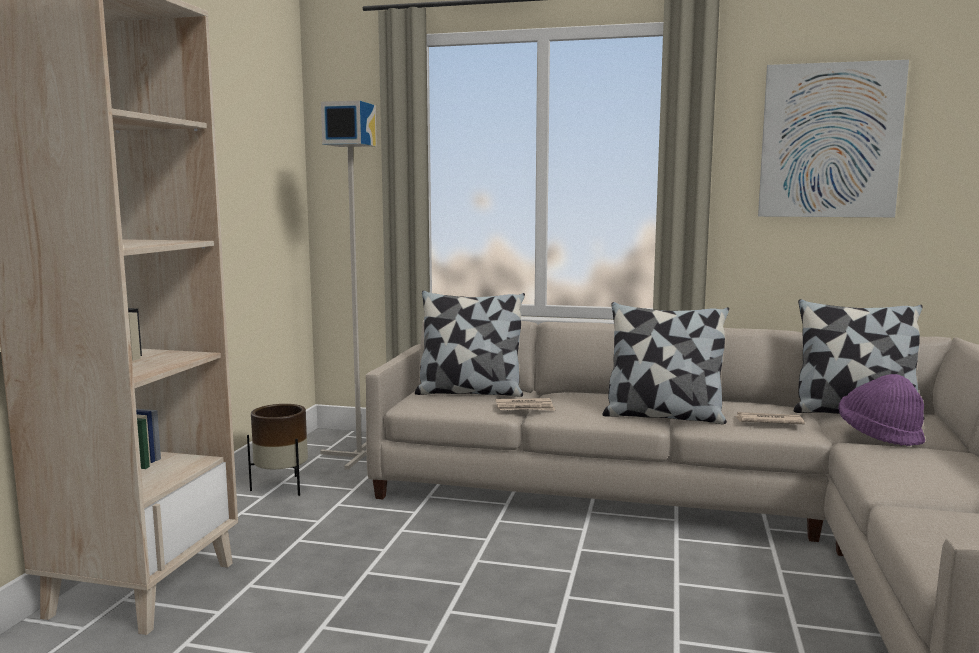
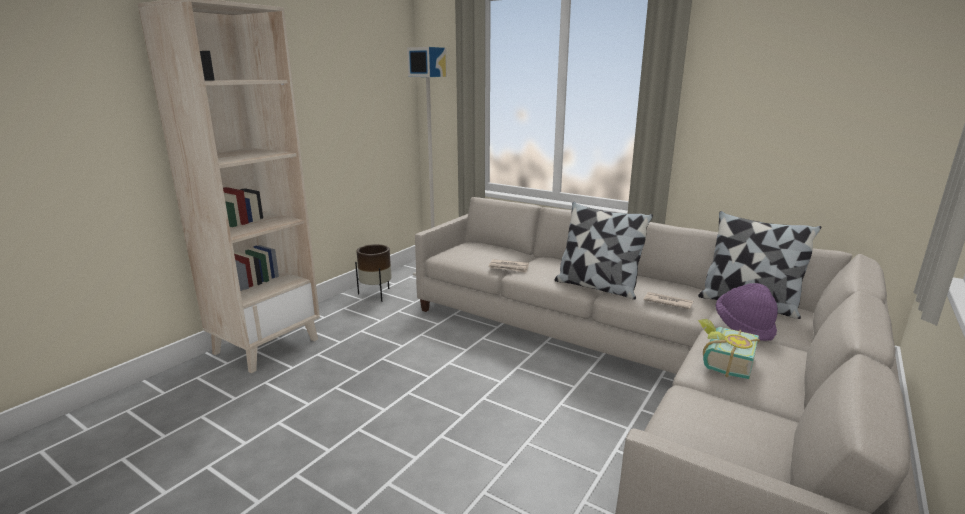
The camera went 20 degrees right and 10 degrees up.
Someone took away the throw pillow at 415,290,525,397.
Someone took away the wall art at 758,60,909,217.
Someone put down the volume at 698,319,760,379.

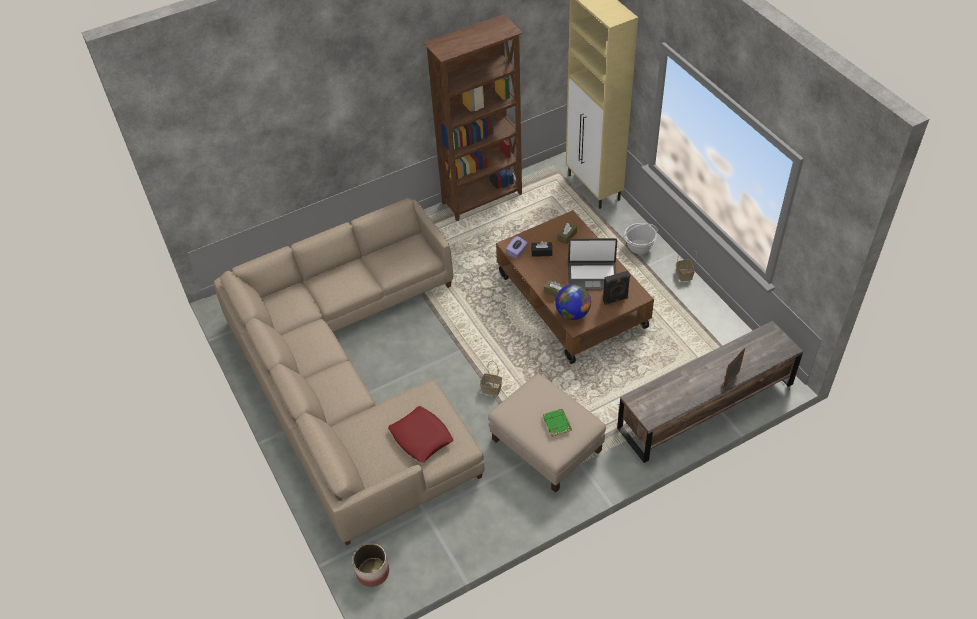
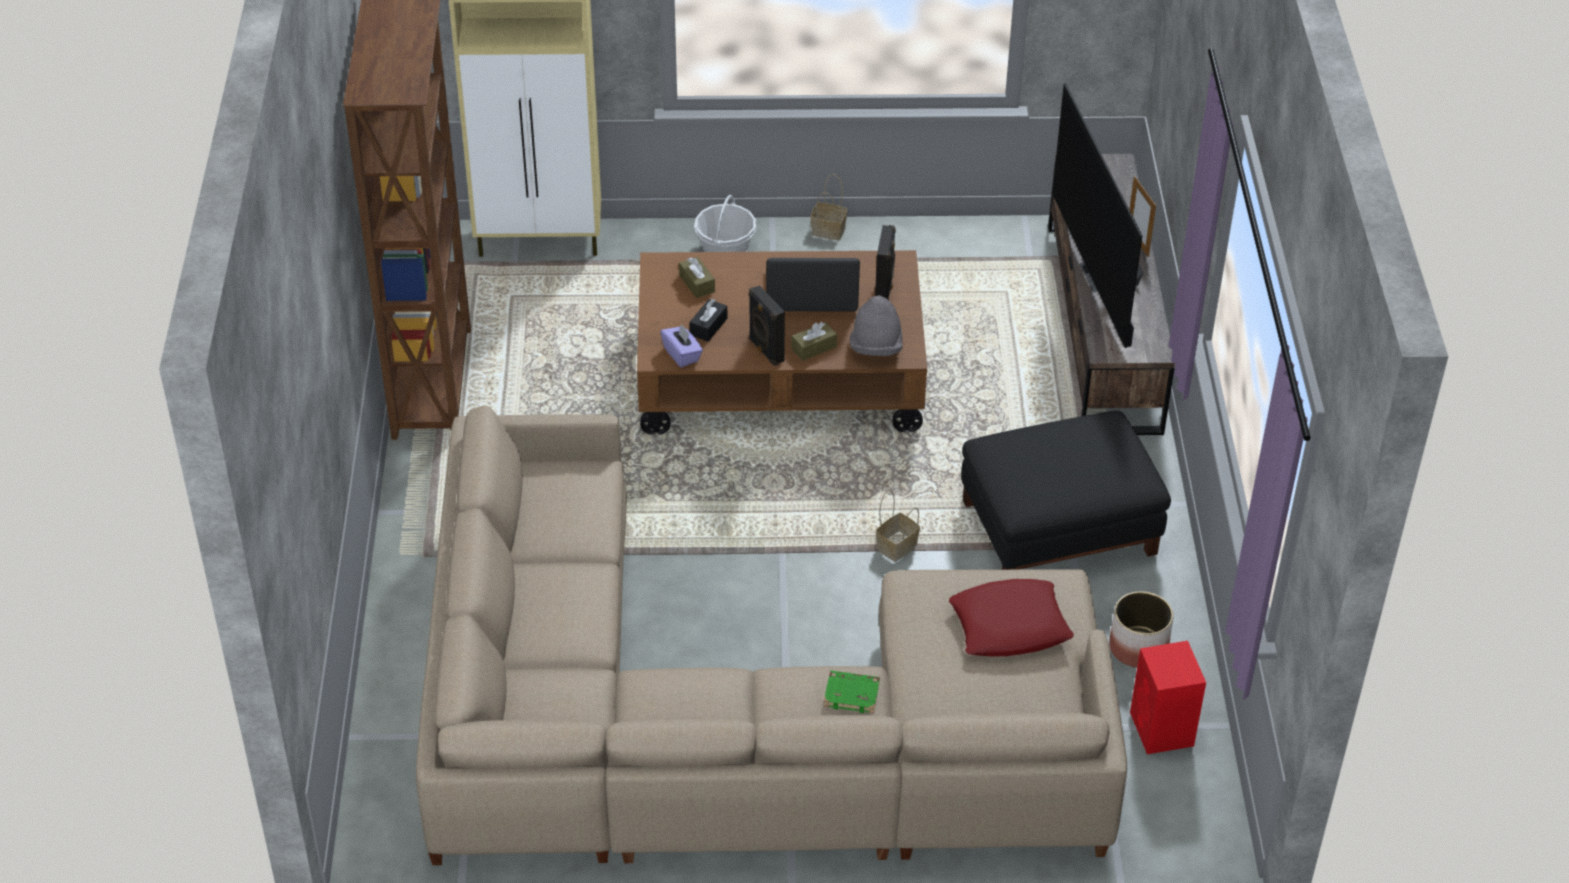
The camera went 65 degrees left and 5 degrees down.
Someone put down the blackish speaker at 749,285,785,366.
Someone put down the television at 1052,83,1143,348.
Someone put down the reddish speaker at 1130,641,1206,754.
Someone carried the plant pot from 353,543,389,587 to 1109,591,1174,668.
Someone carried the green-coloured volume from 543,409,572,437 to 824,671,880,713.
Someone swapped the desk globe at 555,284,591,320 for the greyish hat at 850,295,903,356.
Someone repainted the beige ottoman at 488,374,606,493, which became the blackish ottoman at 961,411,1171,570.
Someone rotated the portable computer at 568,238,617,290 by 120 degrees counterclockwise.

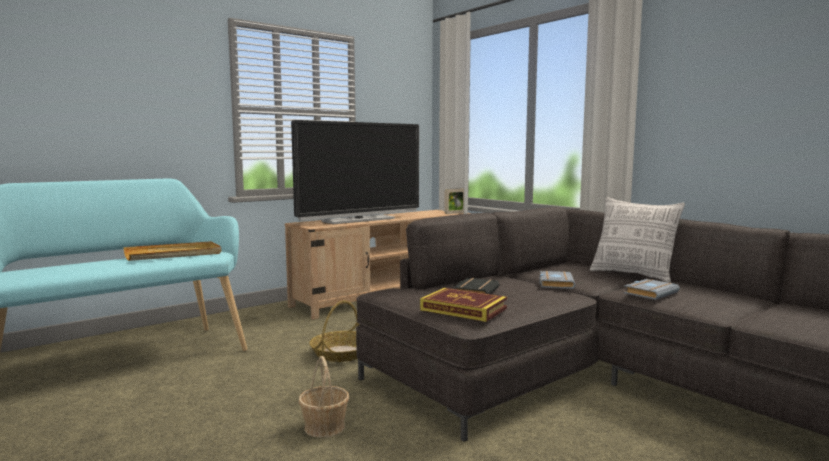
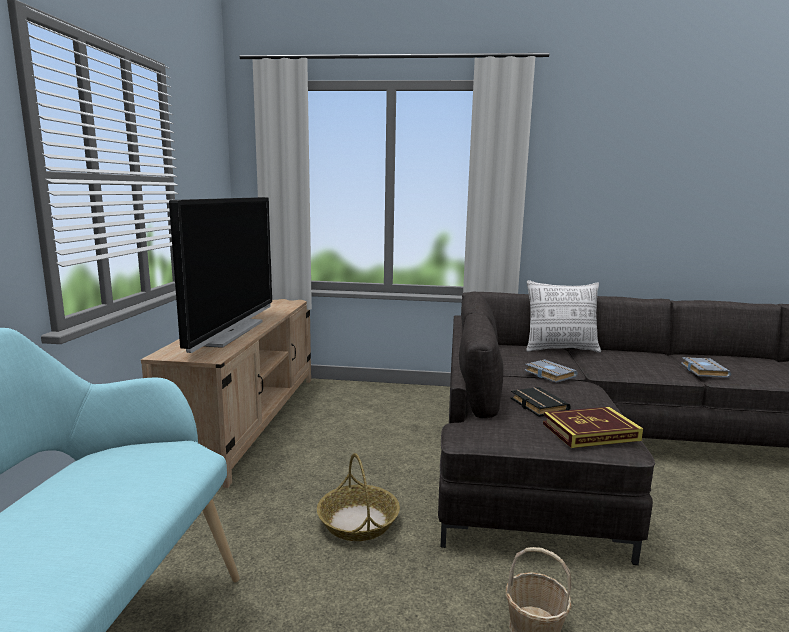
The camera went 45 degrees left and 5 degrees up.
Someone took away the beige serving tray at 123,241,221,261.
Someone took away the photo frame at 444,188,464,214.
Someone carried the greyish volume from 624,279,680,300 to 681,357,731,378.

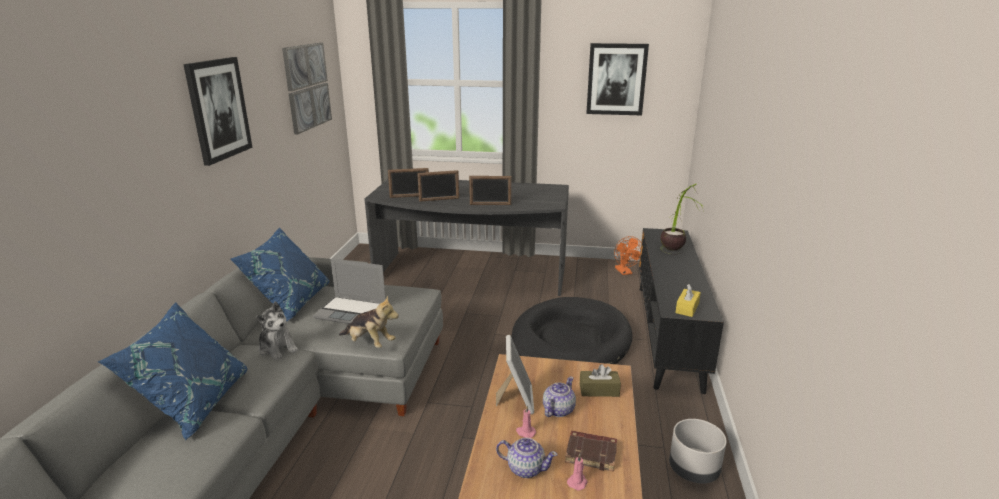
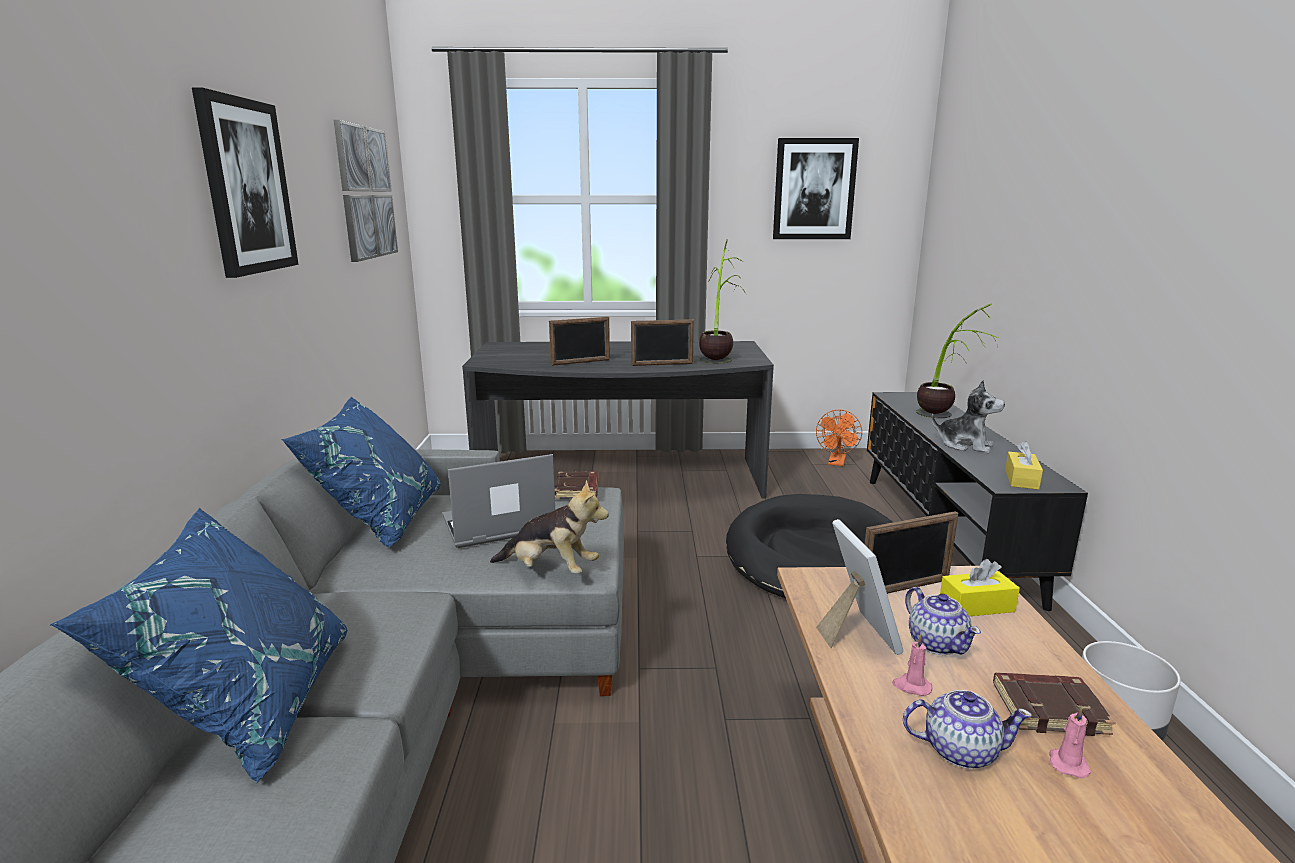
The camera went 10 degrees left and 5 degrees down.
Someone put down the brown volume at 554,471,599,499.
Someone put down the plant in a pot at 699,239,747,363.
Someone carried the plush toy from 256,301,298,360 to 931,380,1005,453.
Someone carried the photo frame from 388,168,429,198 to 865,511,958,594.
Someone repainted the brown tissue box at 580,364,621,397, which became the yellow-coloured tissue box at 940,559,1020,616.
Someone rotated the portable computer at 313,259,386,324 by 150 degrees clockwise.
Someone rotated the tea pot at 543,377,576,417 by 135 degrees clockwise.
Someone rotated the orange-coloured electric fan at 614,236,641,275 by 45 degrees clockwise.

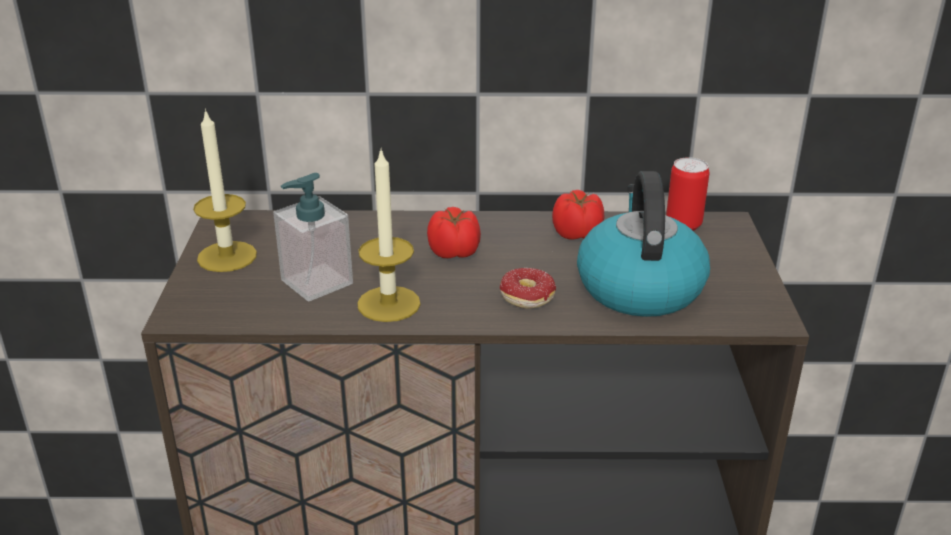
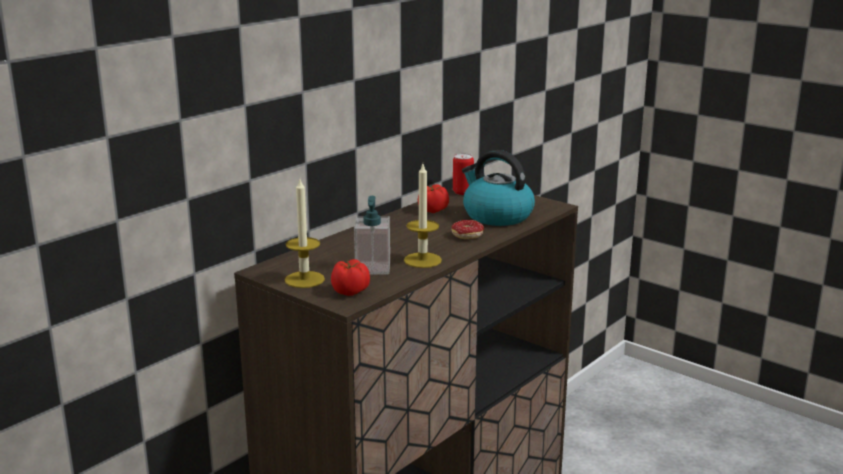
The camera went 50 degrees left and 10 degrees down.
Someone carried the fresh tomato from 427,207,481,258 to 331,259,370,296.

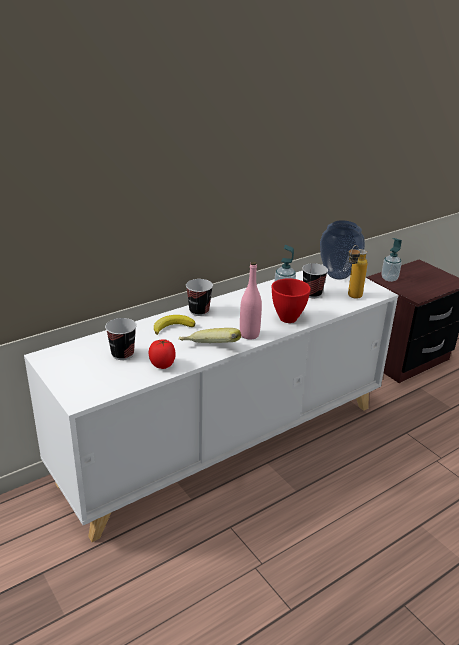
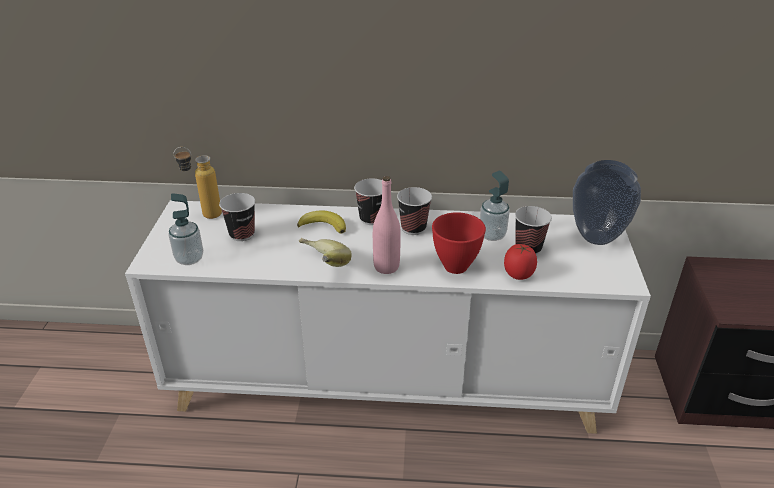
The camera went 40 degrees right and 5 degrees up.
Someone put down the drinking cup at 397,187,432,235.
Someone carried the fresh tomato from 149,339,176,369 to 504,244,537,280.
Someone carried the beverage bottle from 348,245,368,299 to 174,147,222,219.
Someone carried the soap dispenser from 381,238,402,282 to 168,193,203,265.

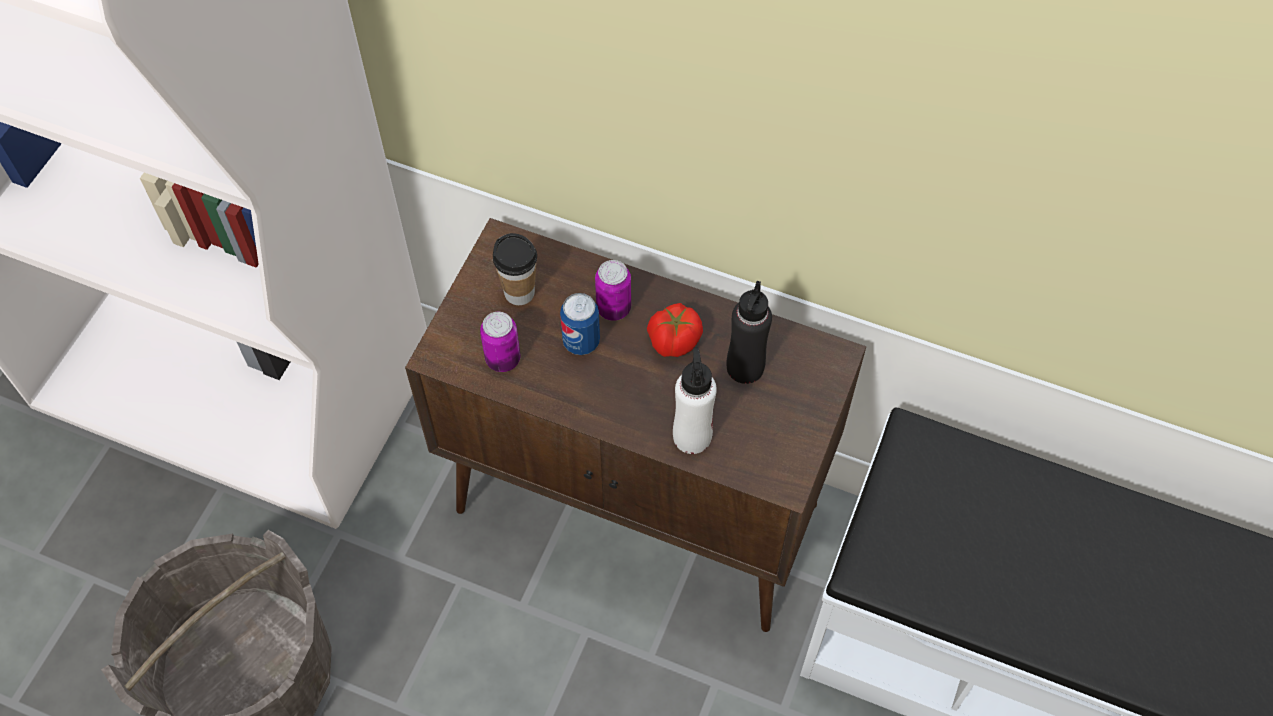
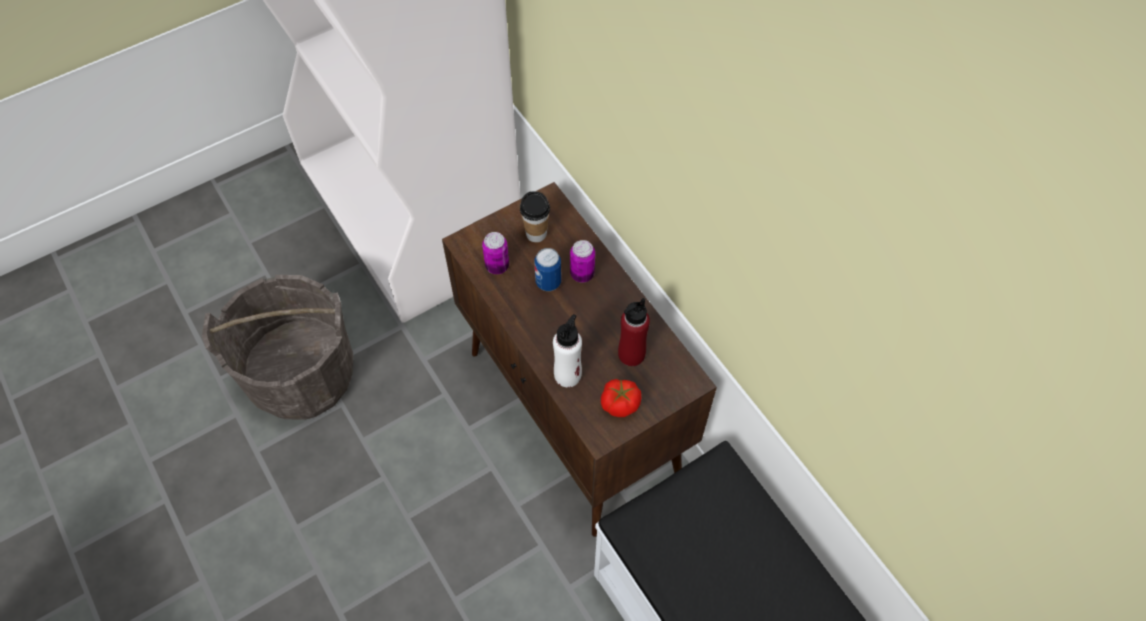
The camera went 35 degrees right and 0 degrees up.
Someone carried the fresh tomato from 647,303,703,357 to 601,379,641,417.
Someone repainted the blackish beverage bottle at 727,281,772,384, which became the reddish beverage bottle at 618,298,650,366.

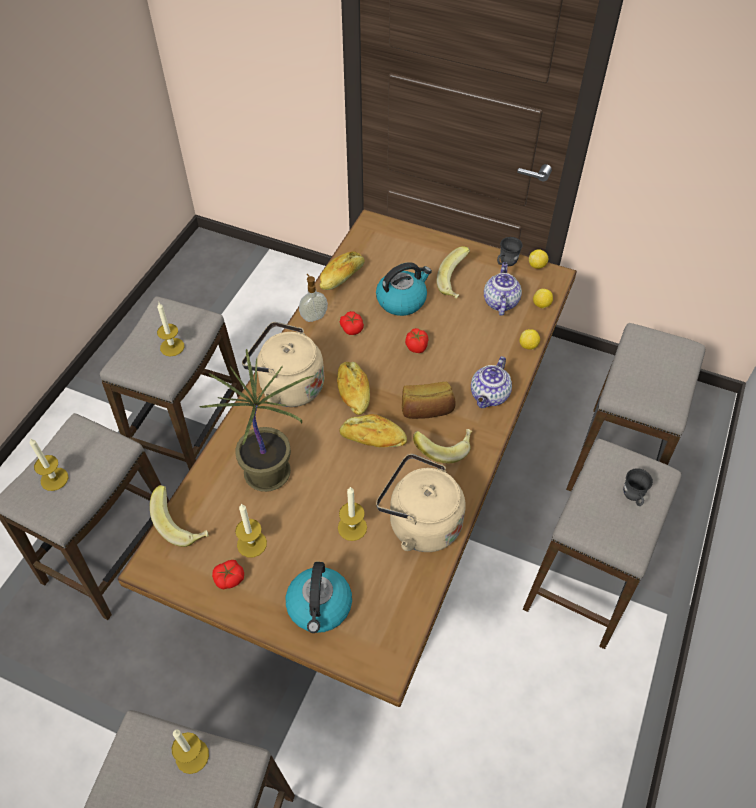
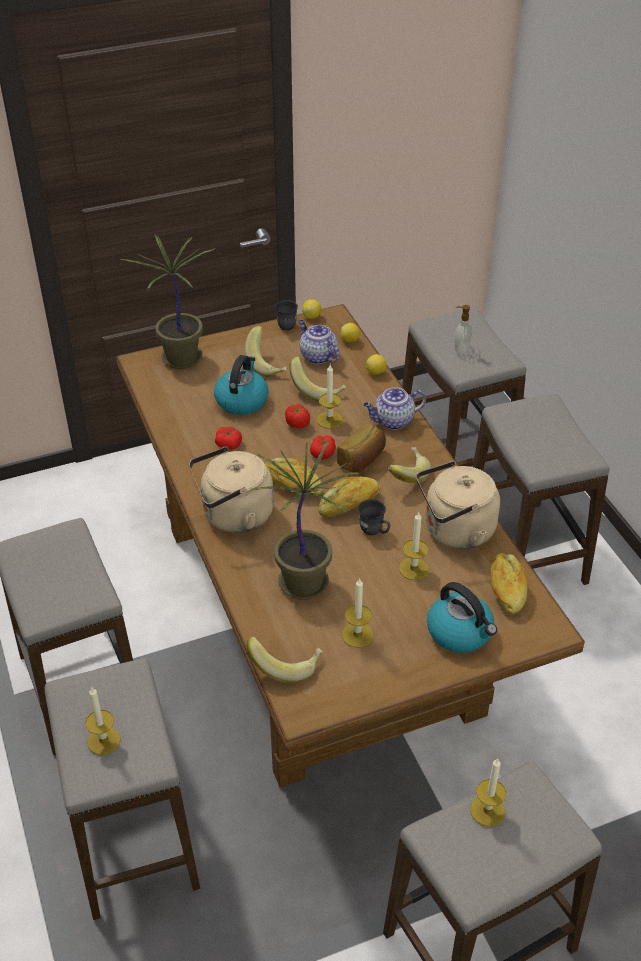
The camera went 45 degrees left and 10 degrees down.
Someone put down the plant in a pot at 120,235,215,369.
Someone put down the banana fruit at 289,357,346,402.
Someone carried the wax light from 157,303,184,356 to 317,365,343,429.
Someone carried the fresh tomato from 212,560,244,589 to 310,435,336,460.
Someone carried the soap dispenser from 299,274,328,322 to 454,305,472,354.
Someone carried the bread from 320,251,365,290 to 490,553,528,614.
Someone carried the greyish coffee mug from 623,468,653,506 to 358,499,390,535.
Someone rotated the tea pot at 471,356,512,408 by 90 degrees clockwise.

